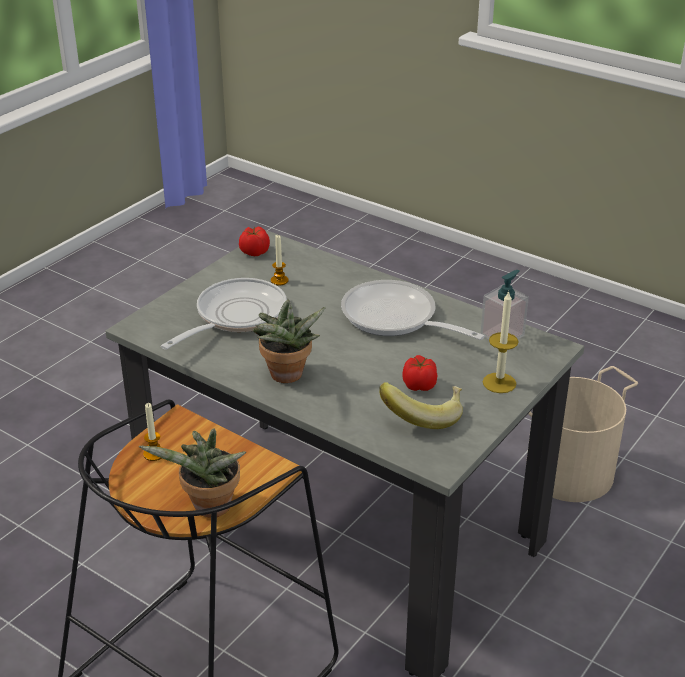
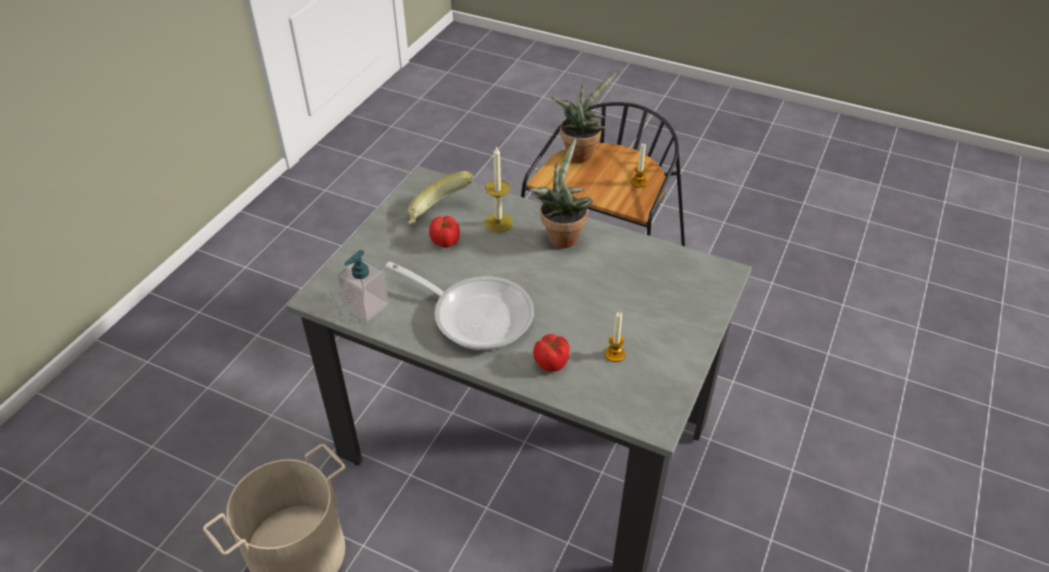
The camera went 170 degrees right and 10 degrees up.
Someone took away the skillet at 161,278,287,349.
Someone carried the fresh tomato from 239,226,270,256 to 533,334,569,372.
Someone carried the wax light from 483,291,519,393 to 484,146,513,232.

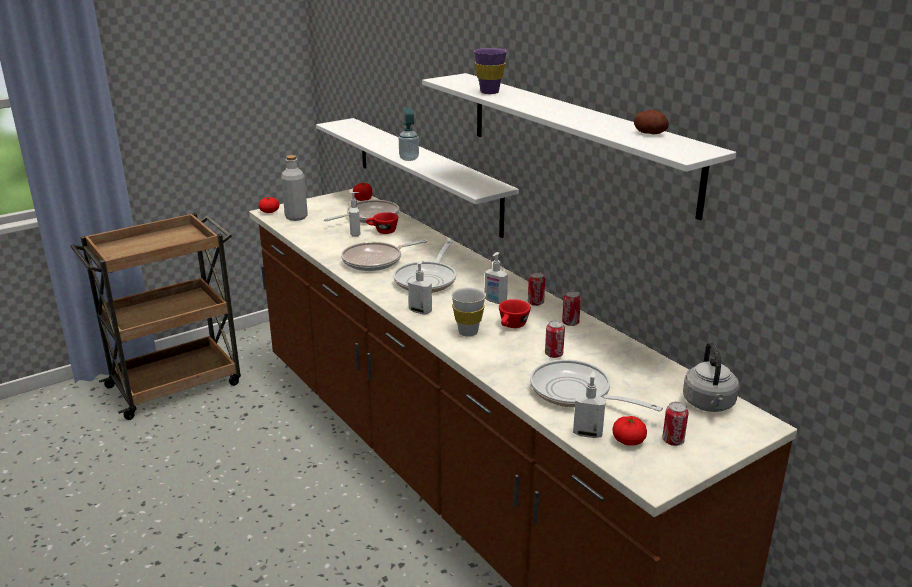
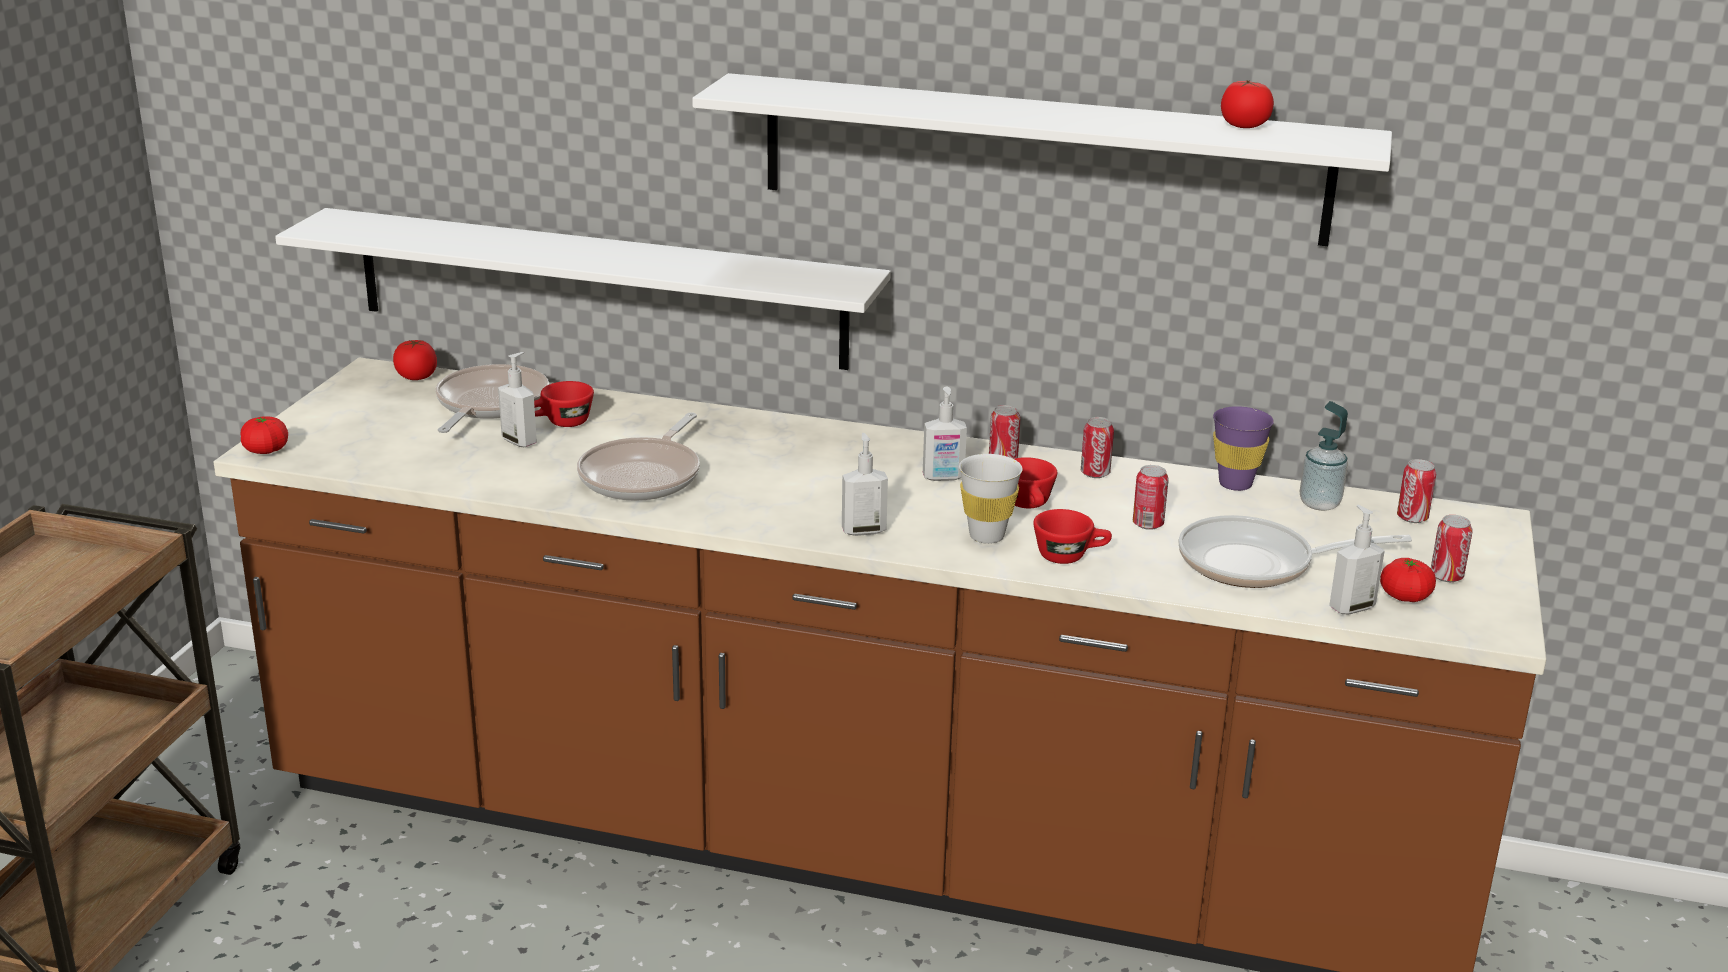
The camera went 40 degrees left and 0 degrees up.
Someone took away the greyish beverage bottle at 281,155,308,221.
Someone took away the skillet at 393,240,456,293.
Someone put down the reddish drinking cup at 1033,509,1112,564.
Someone carried the soap dispenser from 399,108,419,161 to 1300,401,1348,511.
Someone carried the purple drinking cup from 474,48,507,94 to 1213,406,1274,491.
Someone swapped the spud at 634,110,669,134 for the fresh tomato at 1221,80,1274,128.
Someone swapped the greyish water kettle at 683,342,739,412 for the sealed can at 1397,459,1436,523.

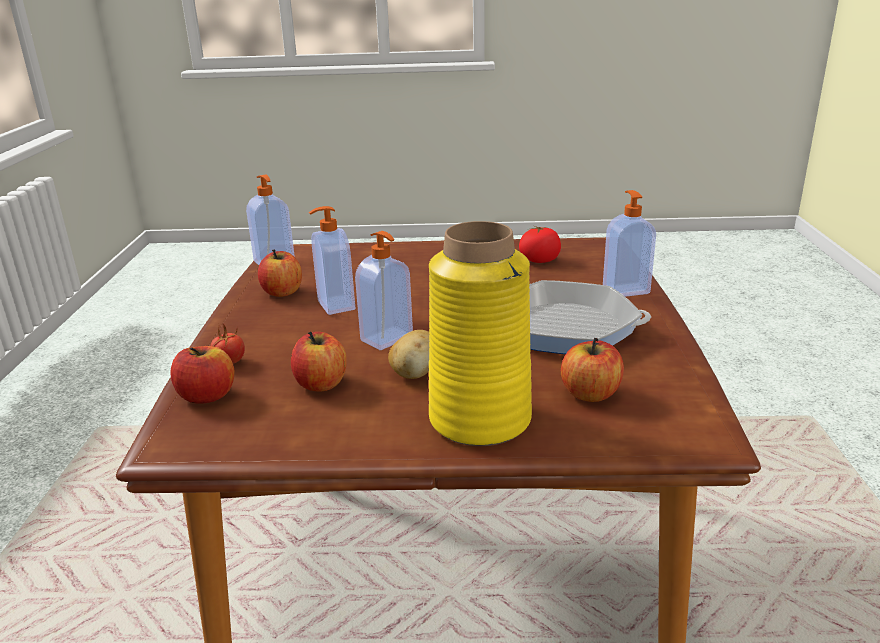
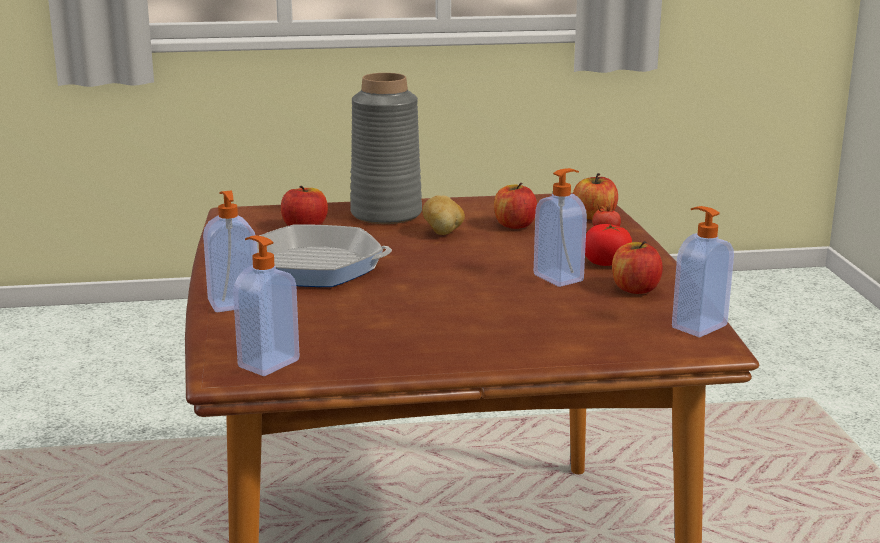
The camera went 170 degrees right and 5 degrees down.
Someone carried the soap dispenser from 355,231,413,350 to 233,235,300,376.
Someone carried the fresh tomato from 519,226,561,263 to 585,224,632,266.
Someone repainted the yellow-coloured decorative vase at 429,221,532,446, which became the greyish decorative vase at 350,73,422,224.

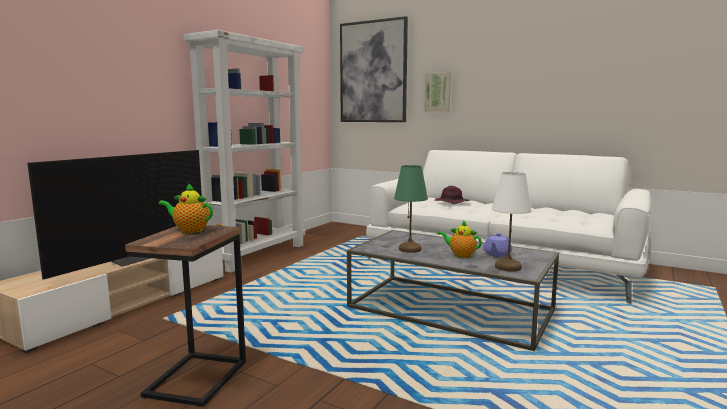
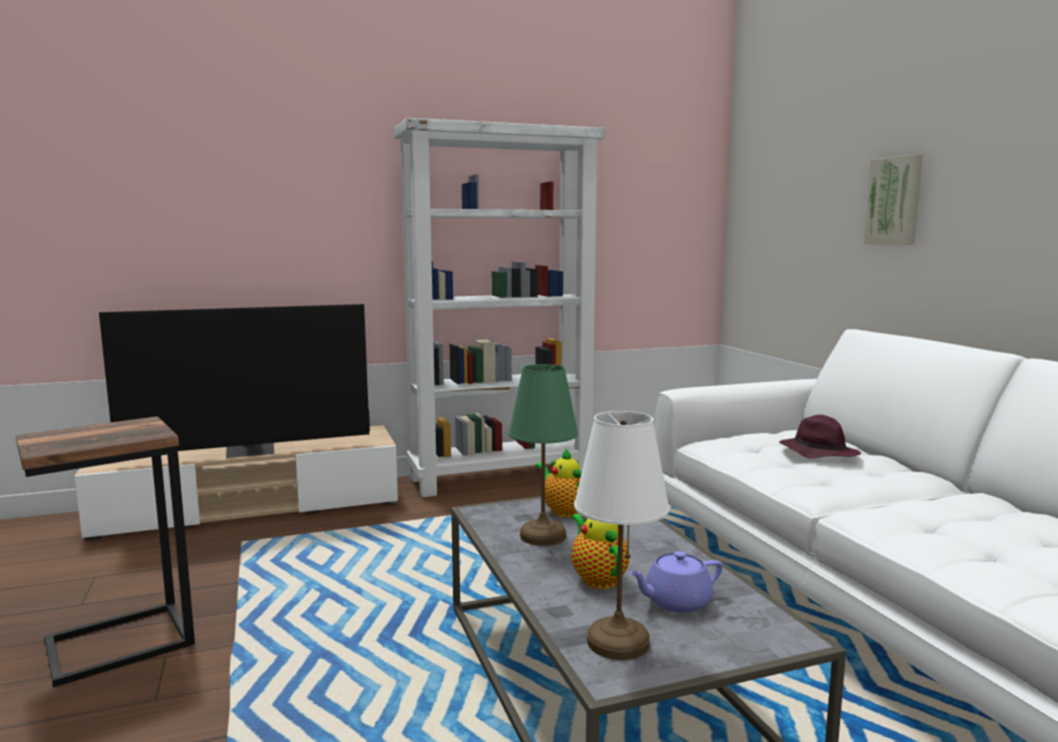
The camera went 40 degrees right and 0 degrees up.
Someone took away the wall art at 340,16,408,122.
Someone carried the tea pot from 158,183,213,233 to 535,449,582,517.

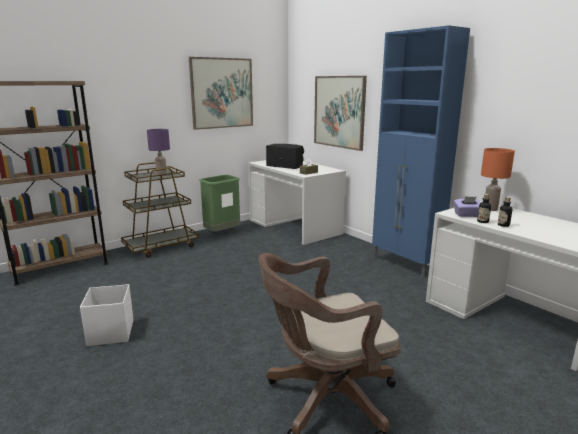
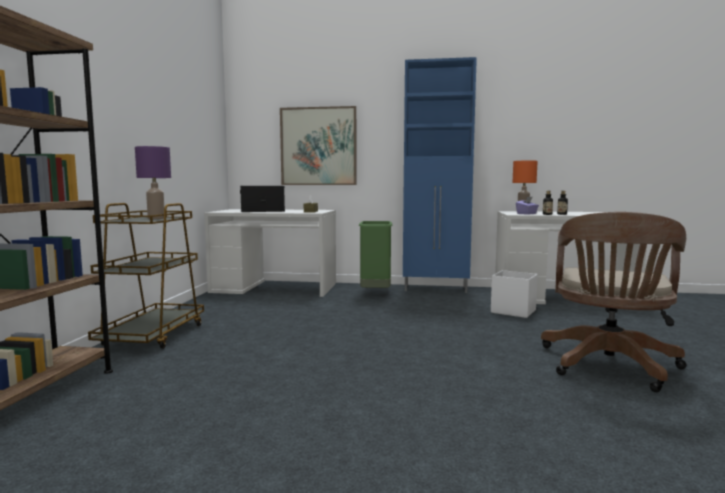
The camera went 45 degrees left and 10 degrees down.
Someone took away the wall art at 189,57,253,130.
Someone carried the whitish storage container from 80,284,134,346 to 491,270,538,318.
Someone carried the green-coloured waste bin from 199,175,240,232 to 359,221,392,288.

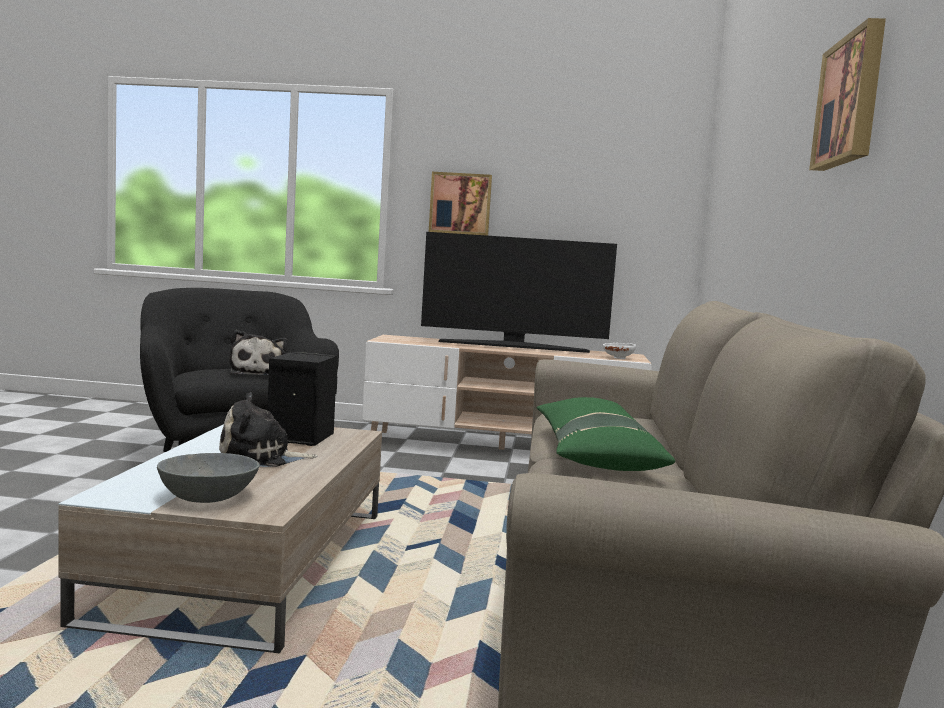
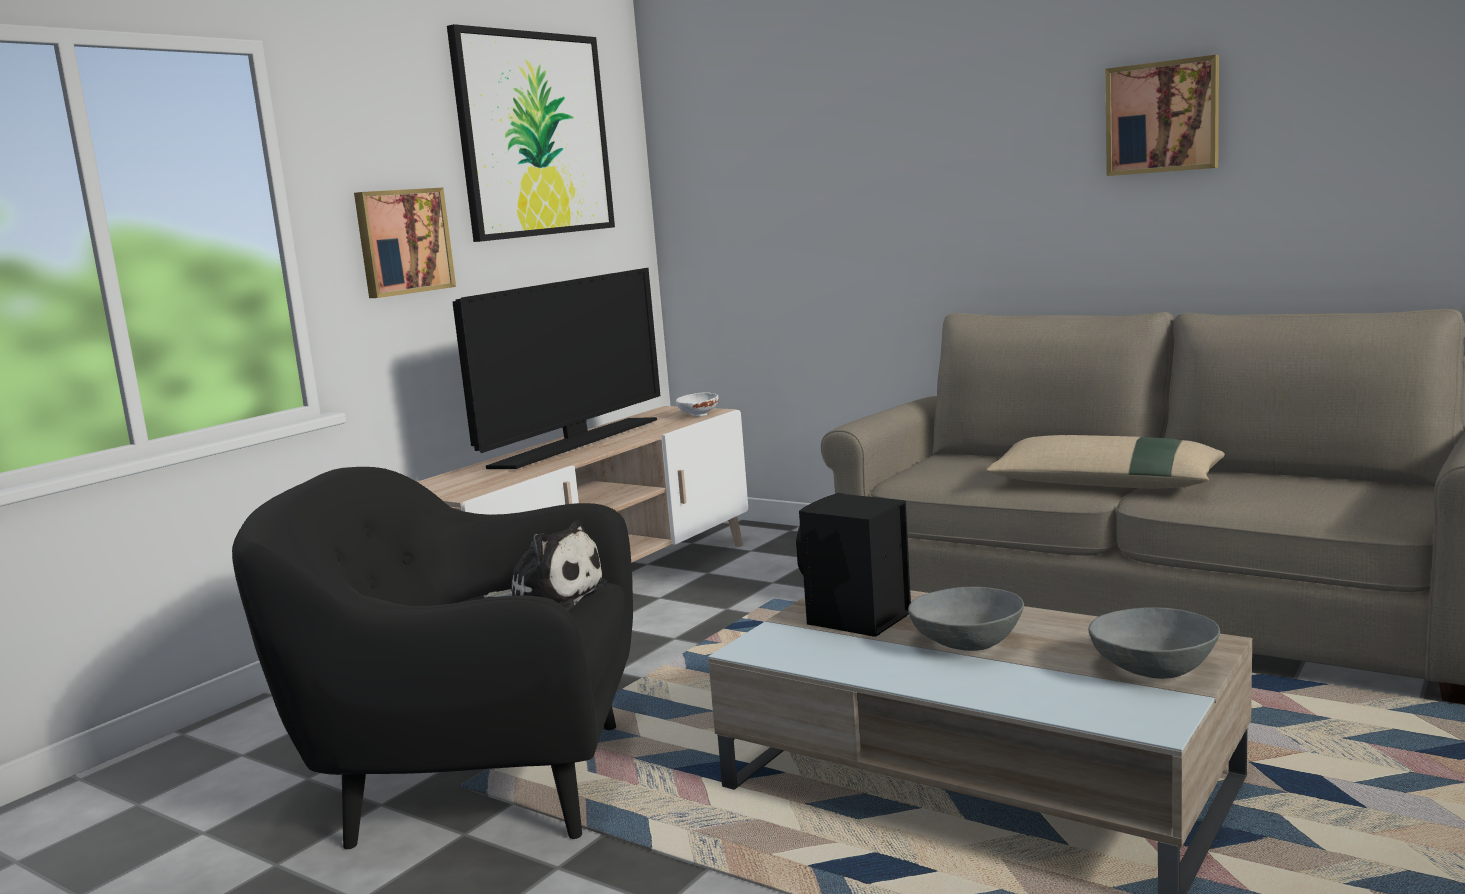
The camera went 60 degrees left and 5 degrees up.
Someone put up the wall art at 447,24,615,242.
Someone swapped the plush toy at 219,392,317,467 for the greyish bowl at 908,587,1024,651.
Someone repainted the green-coloured throw pillow at 537,397,675,471, which became the beige throw pillow at 986,435,1225,488.

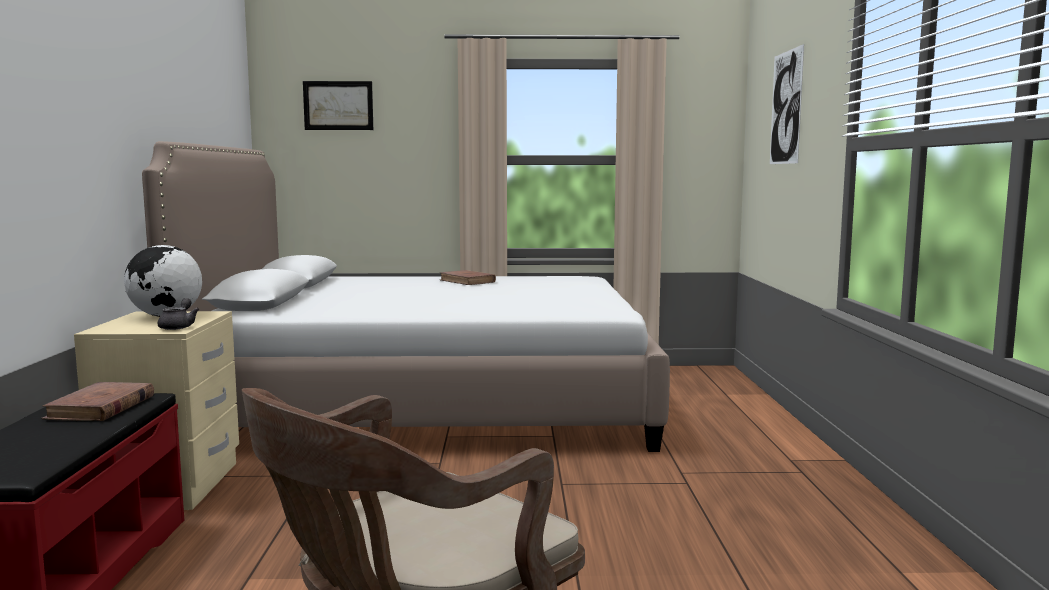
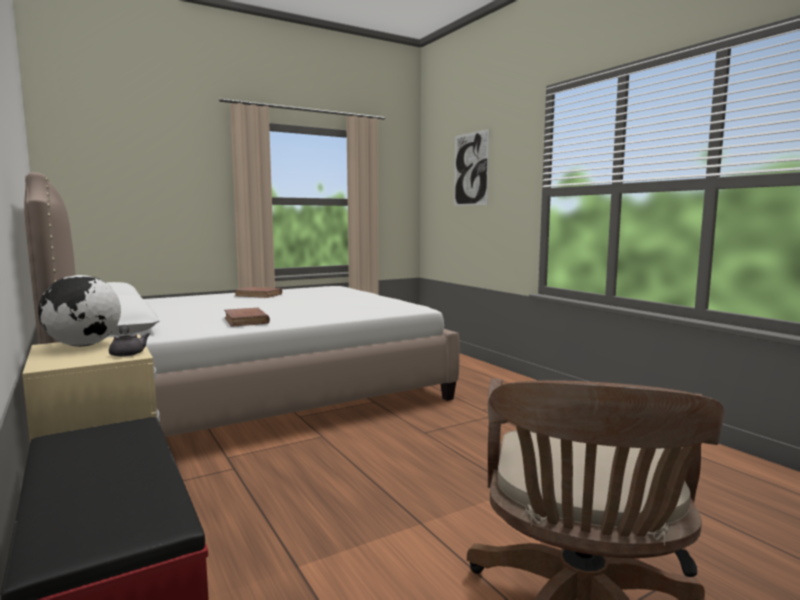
The camera went 30 degrees left and 0 degrees up.
Someone took away the wall art at 303,81,373,130.
Someone carried the brown volume from 41,382,154,421 to 224,308,270,326.

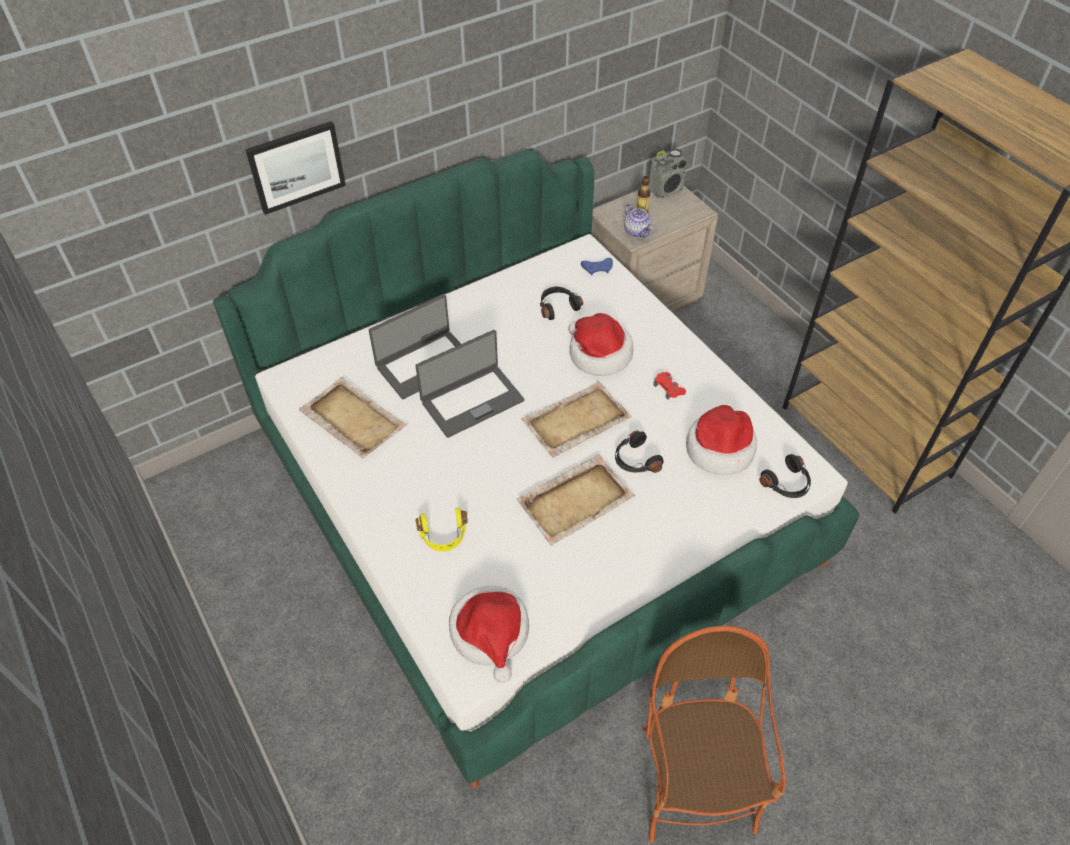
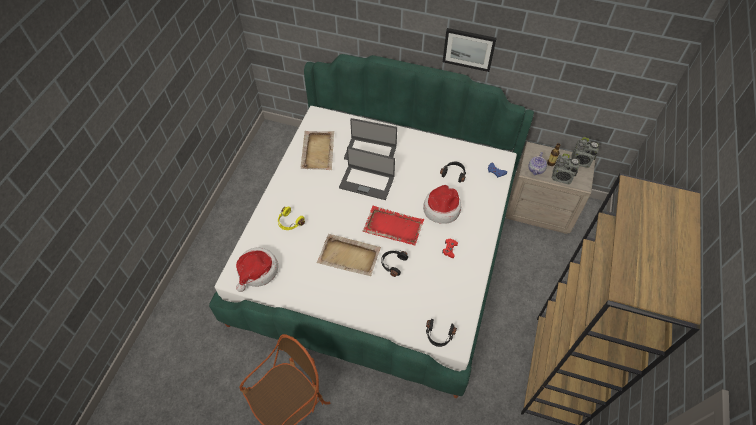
The camera went 50 degrees right and 5 degrees up.
Someone took away the hat at 686,405,757,475.
Someone put down the radio receiver at 552,153,580,184.
Someone carried the wall art from 245,121,346,215 to 443,28,497,72.
Someone repainted the beige serving tray at 521,381,632,457, which became the reddish serving tray at 363,206,424,246.

